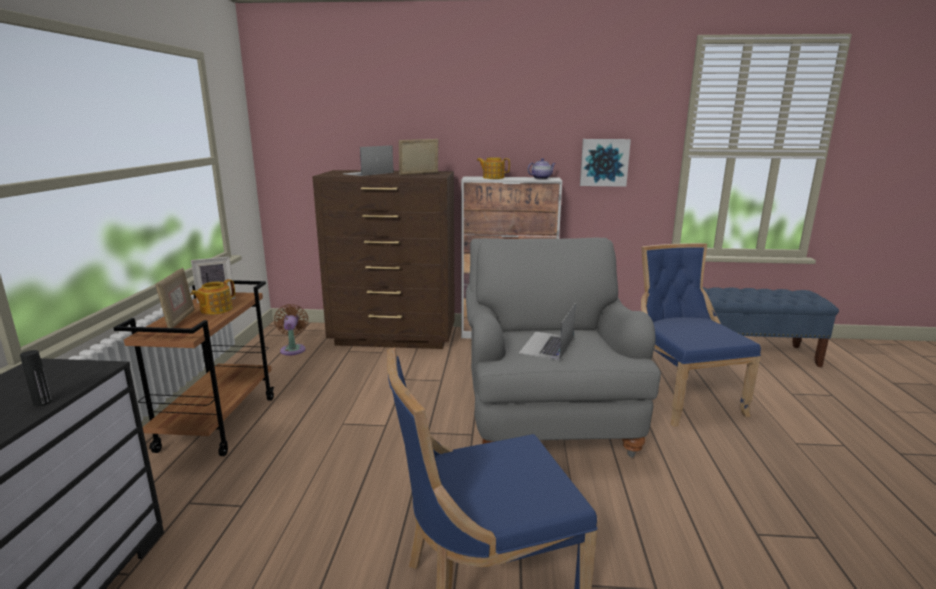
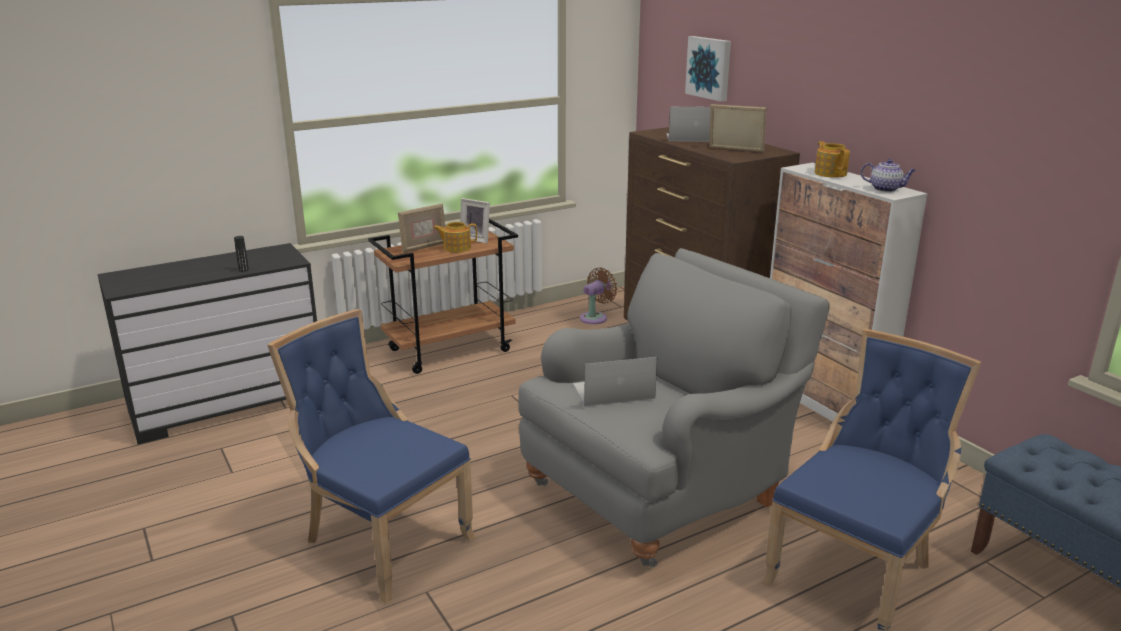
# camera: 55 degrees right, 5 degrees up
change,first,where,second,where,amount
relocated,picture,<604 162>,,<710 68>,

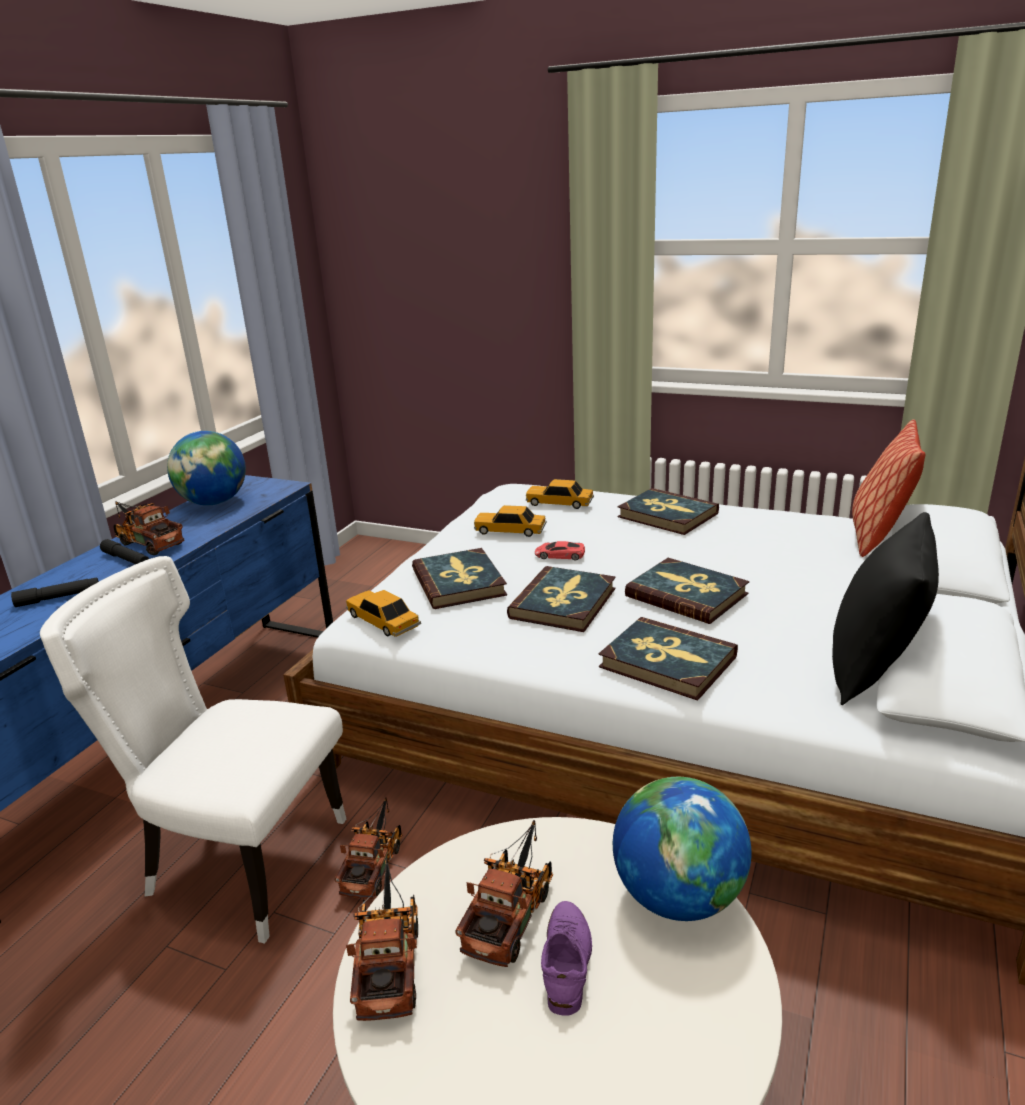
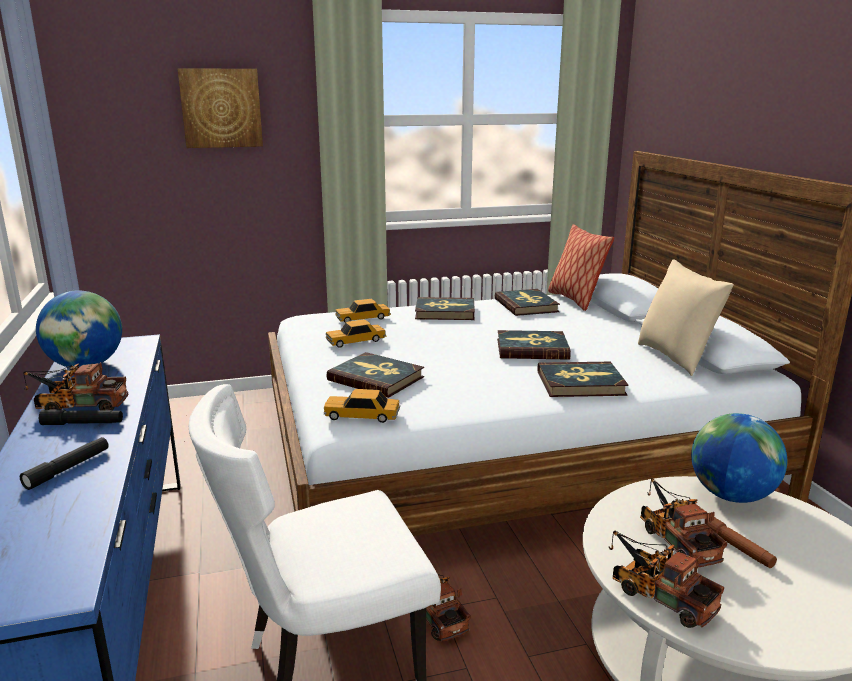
# camera: 40 degrees left, 5 degrees down
change,first,where,second,where,amount
relocated,book,<564 603>,,<526 305>,
missing,red toy car,<560 555>,,,
exchanged,purple shoe,<567 961>,brown flashlight,<735 546>,
colour,black pillow,<874 669>,beige pillow,<676 358>,
appeared,,,picture,<221 108>,

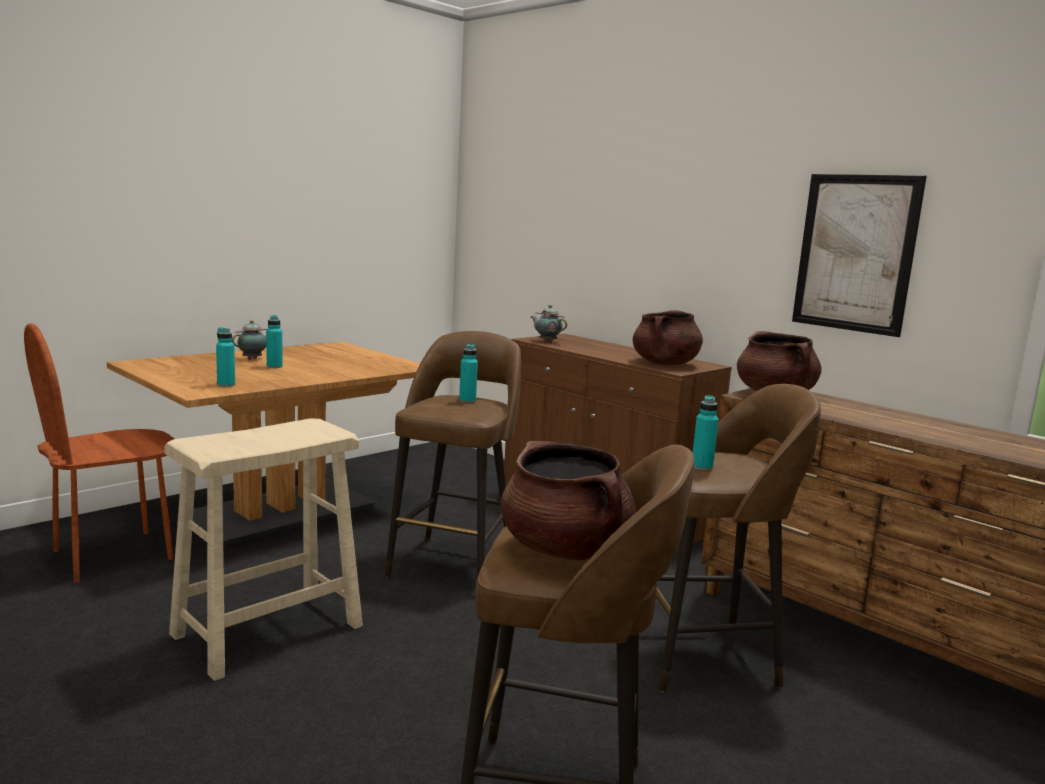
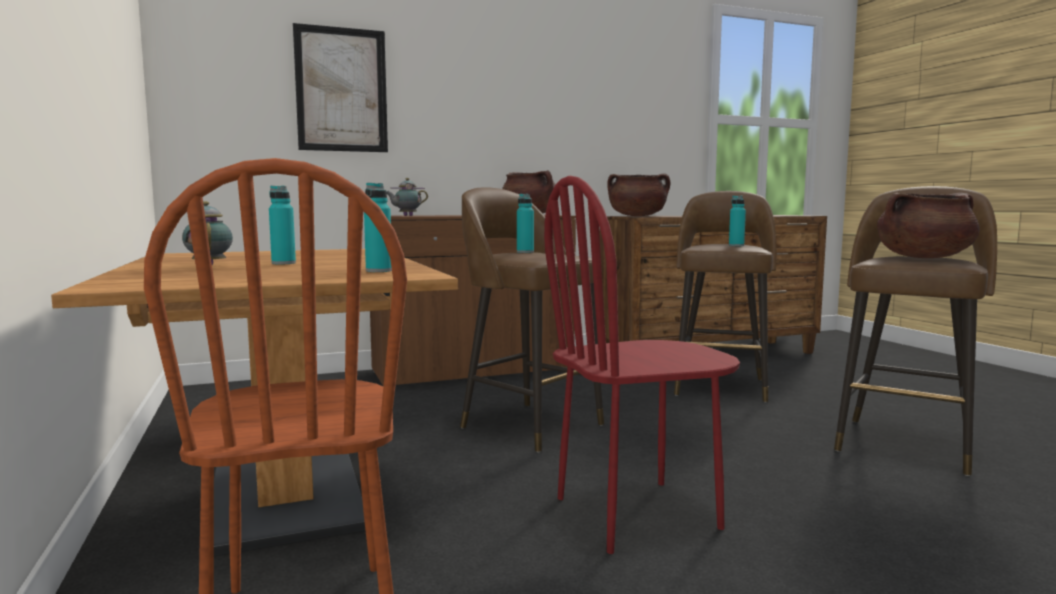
# camera: 65 degrees left, 5 degrees down
change,first,where,second,where,amount
exchanged,beige stool,<269 630>,red chair,<637 513>,
relocated,picture,<855 253>,,<341 90>,

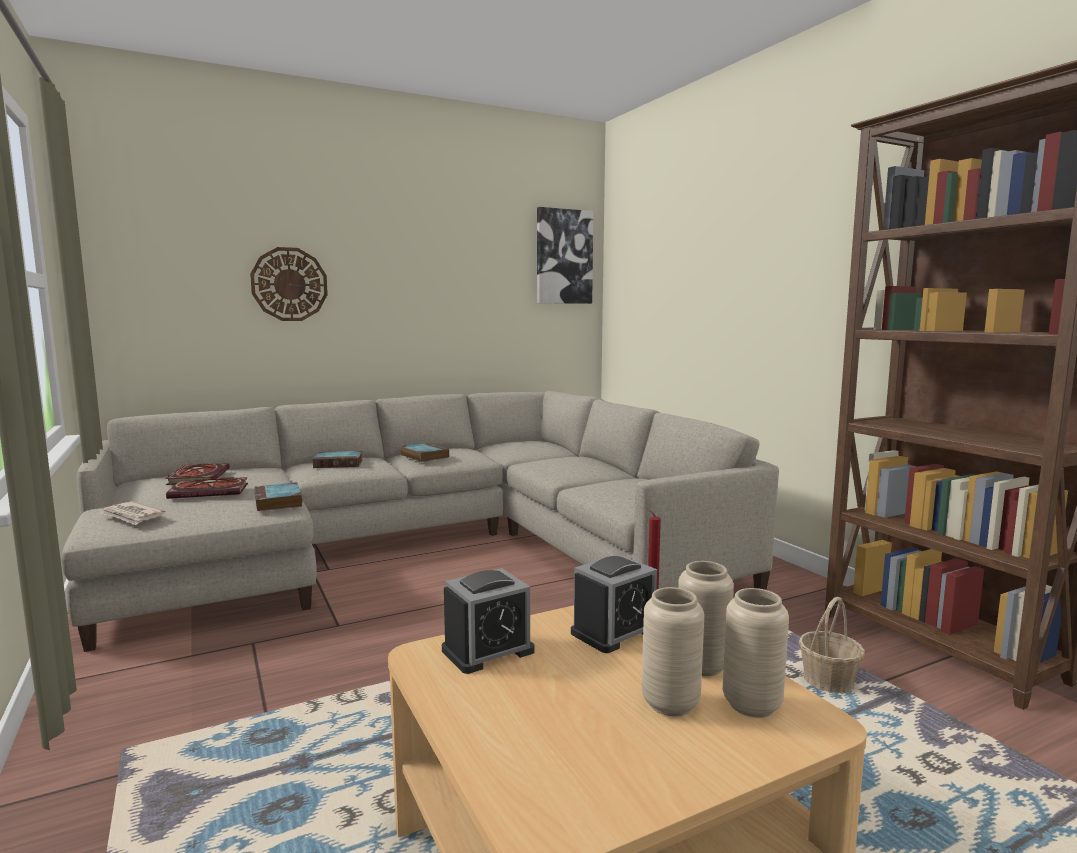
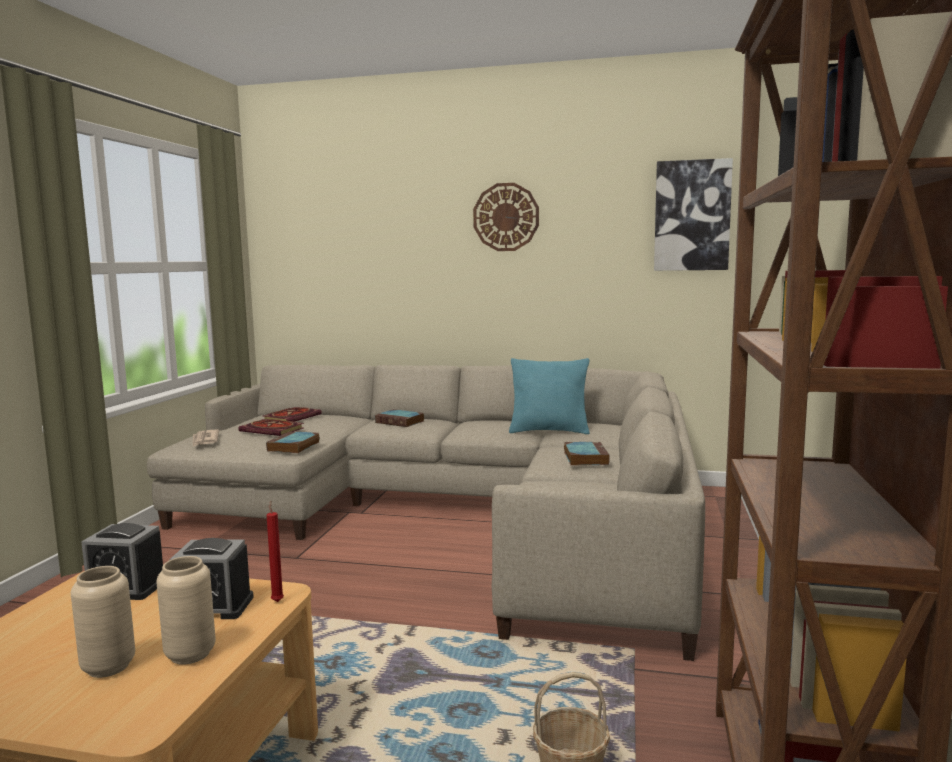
# camera: 40 degrees right, 0 degrees up
change,first,where,second,where,amount
relocated,wall clock,<289 284>,,<506 217>,
relocated,book,<423 456>,,<585 458>,
missing,beige vase,<751 705>,,,
appeared,,,turquoise pillow,<549 431>,

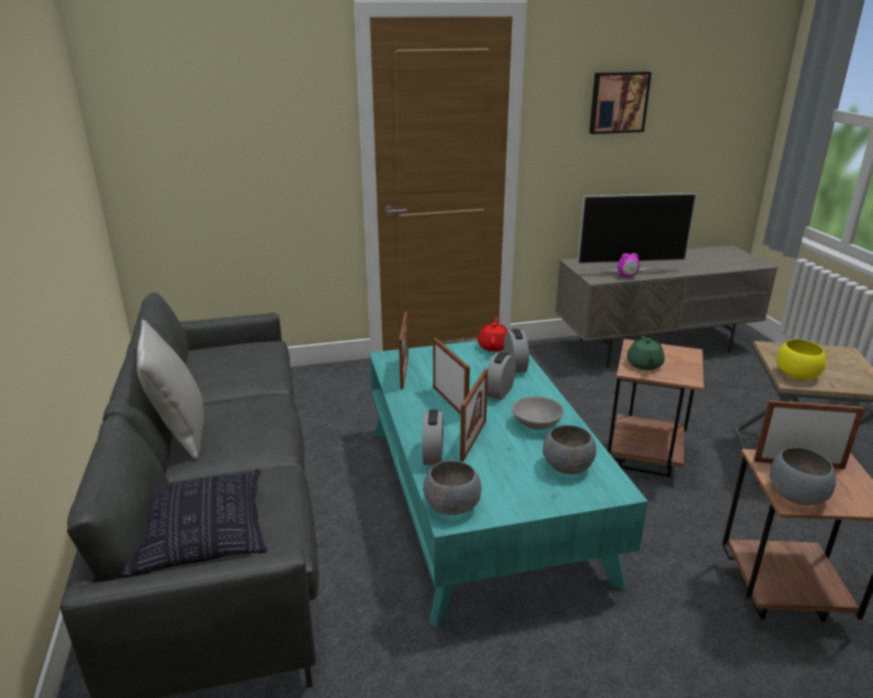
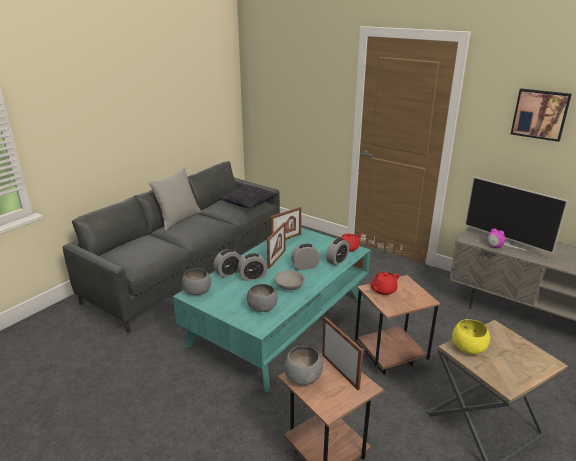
# camera: 50 degrees right, 0 degrees up
change,first,where,second,where,amount
relocated,pillow,<202 536>,,<247 203>,
exchanged,picture frame,<473 440>,alarm clock,<252 277>,
colour,green teapot,<644 365>,red teapot,<383 290>,

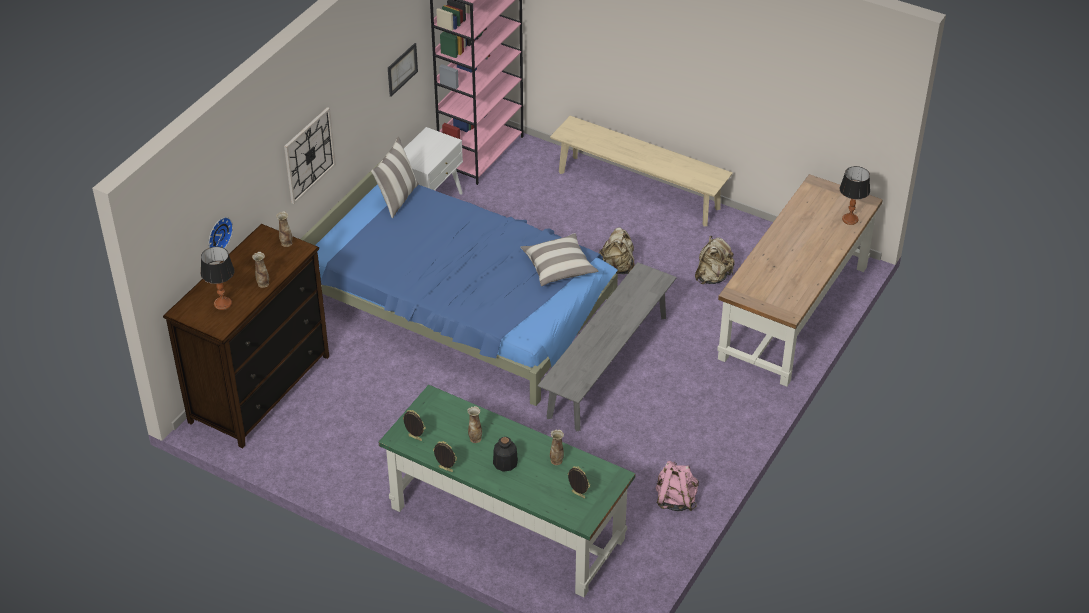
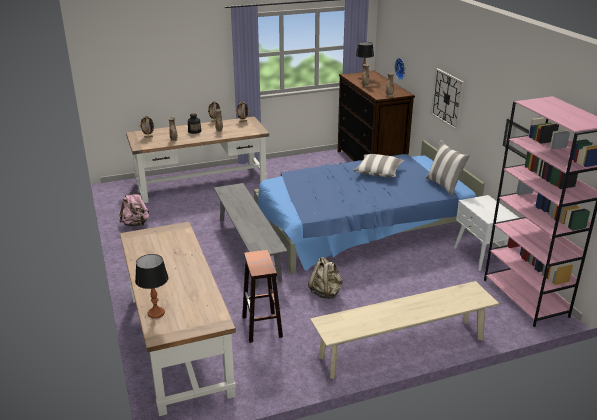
# camera: 130 degrees right, 15 degrees down
change,first,where,second,where,amount
colour,green desk,<506 523>,brown desk,<202 183>,
relocated,pillow,<558 267>,,<378 172>,
exchanged,beige backpack,<713 277>,brown stool,<262 327>,

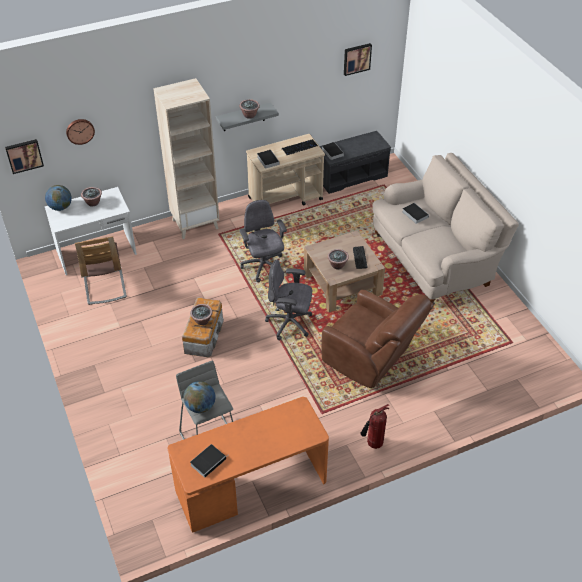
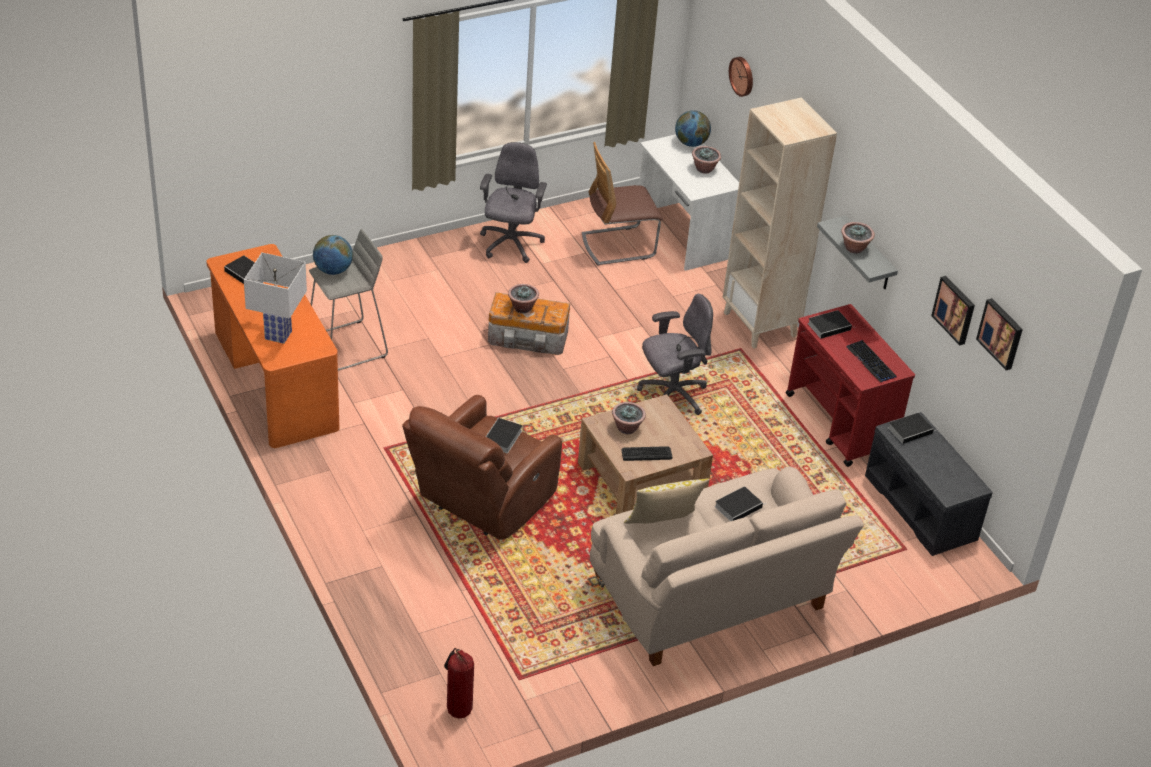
# camera: 85 degrees right, 5 degrees down
change,first,where,second,where,amount
relocated,picture,<24 155>,,<955 309>,
colour,beige cart,<286 198>,red cart,<841 423>,
relocated,grey office chair,<290 324>,,<510 245>,
relocated,fire extinguisher,<373 445>,,<457 709>,
appeared,,,white table lamp,<278 334>,
appeared,,,book,<502 439>,
appeared,,,pillow,<662 525>,

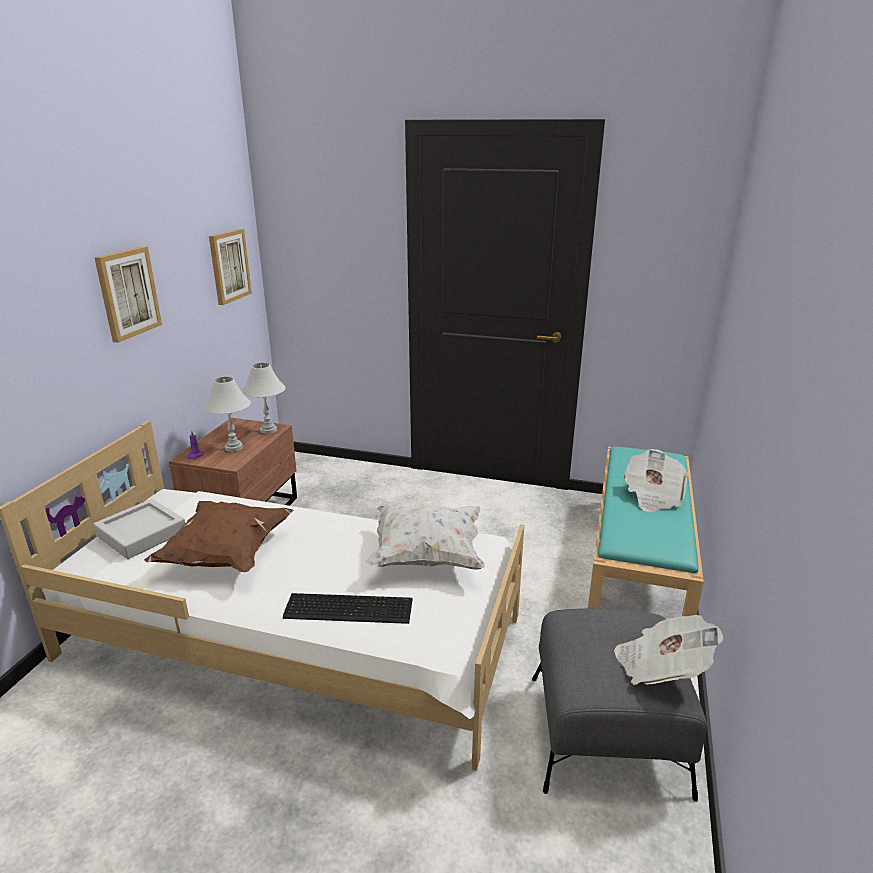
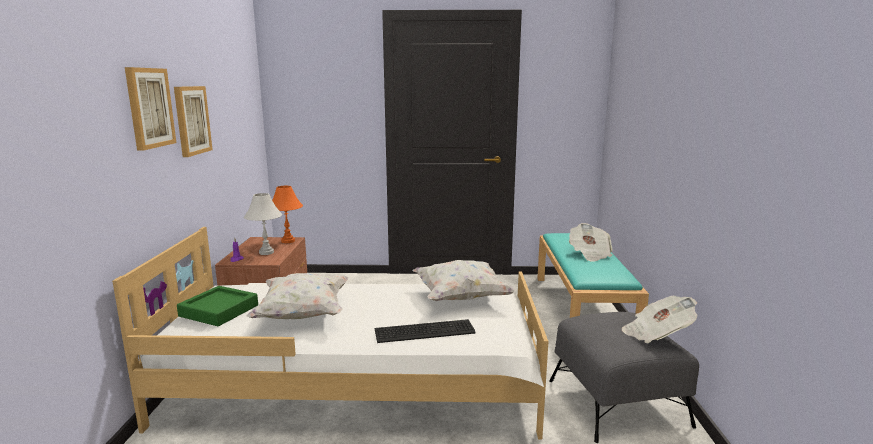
# camera: 15 degrees left, 10 degrees down
change,first,where,second,where,amount
colour,grey tray,<142 534>,green tray,<219 311>,
colour,brown pillow,<226 555>,white pillow,<303 314>,
relocated,picture,<229 266>,,<149 108>,
colour,white table lamp,<268 430>,orange table lamp,<288 241>,

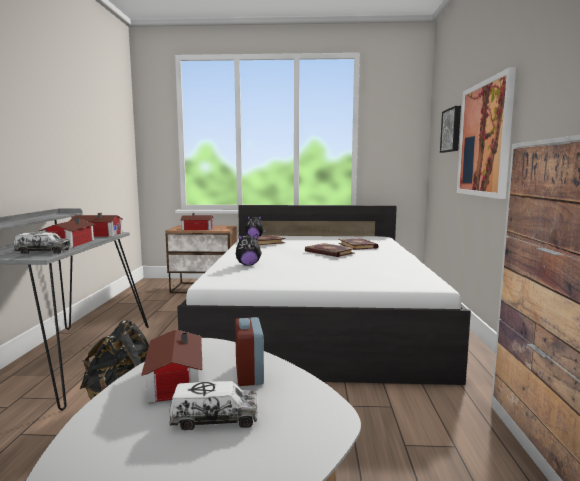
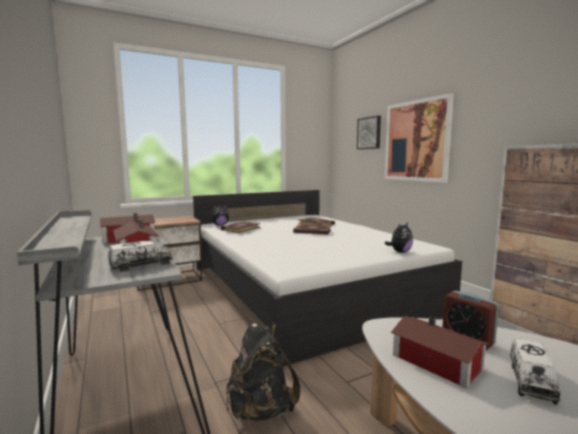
# camera: 30 degrees left, 0 degrees up
change,first,where,second,where,amount
spun,toy truck,<215 419>,,<531 381>,150 degrees clockwise
missing,toy house,<198 229>,,,
relocated,plush toy,<248 265>,,<400 252>,

